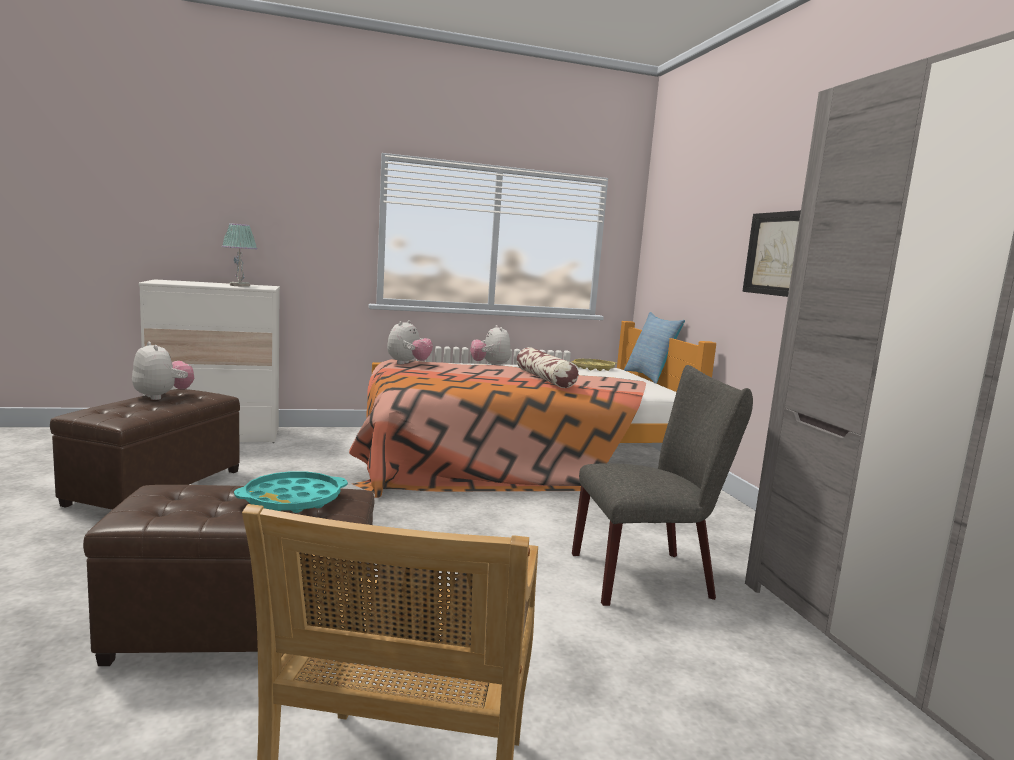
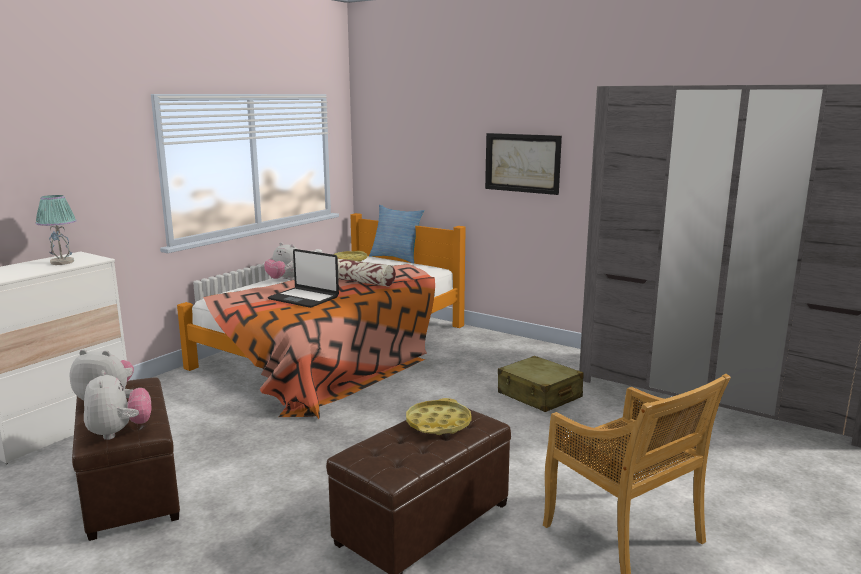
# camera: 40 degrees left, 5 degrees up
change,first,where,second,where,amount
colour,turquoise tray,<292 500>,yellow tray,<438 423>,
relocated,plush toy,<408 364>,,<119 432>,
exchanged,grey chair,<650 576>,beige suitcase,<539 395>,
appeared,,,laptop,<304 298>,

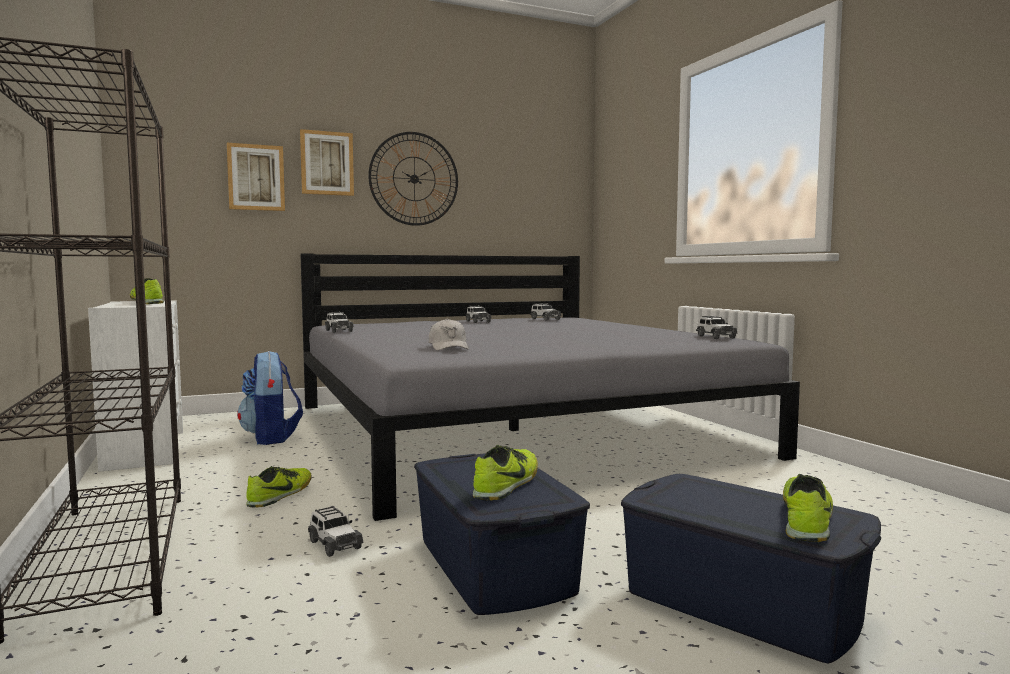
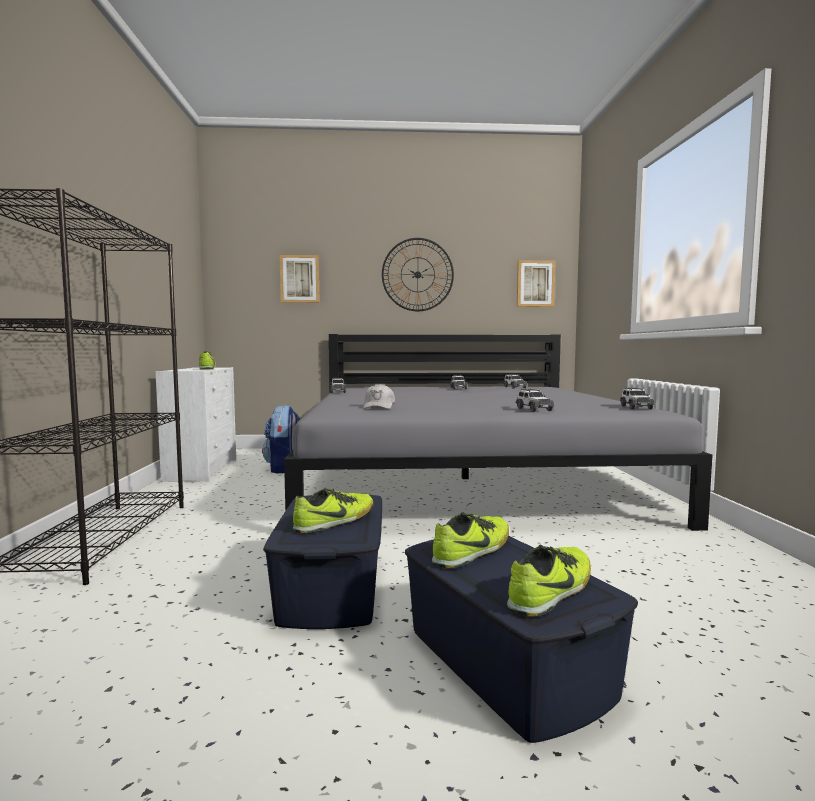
# camera: 20 degrees right, 0 degrees up
change,first,where,second,where,amount
relocated,shoe,<281 495>,,<473 551>,
relocated,picture,<327 163>,,<535 284>,
relocated,toy car,<334 544>,,<533 409>,

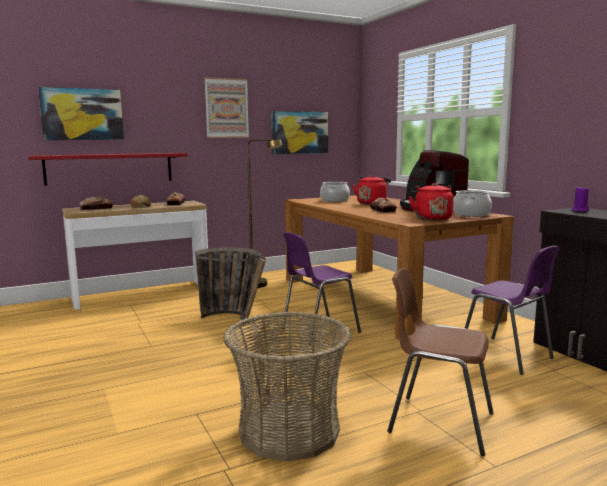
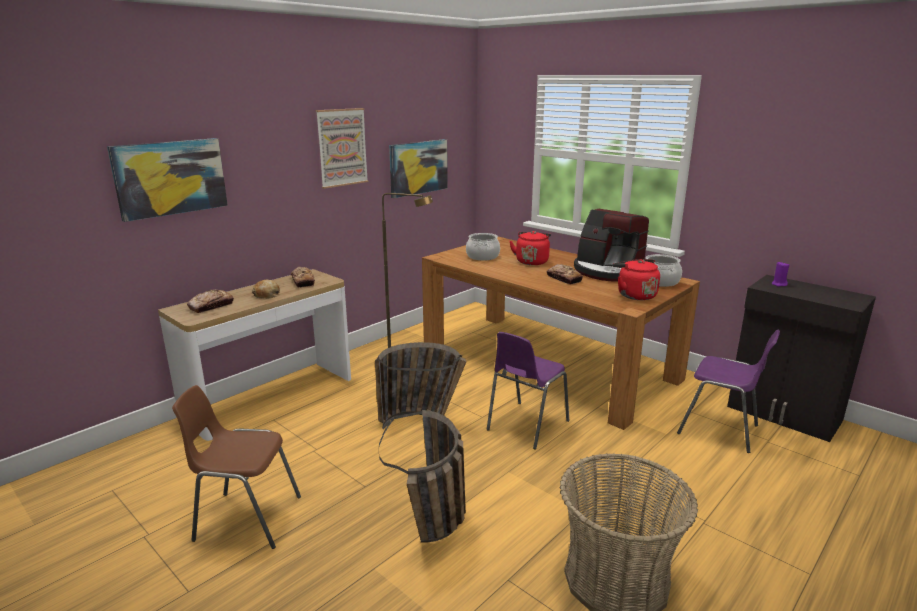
# camera: 20 degrees left, 10 degrees up
change,first,where,second,where,amount
missing,red shelf,<110 168>,,,
relocated,brown chair,<438 422>,,<246 518>,
appeared,,,basket,<435 529>,

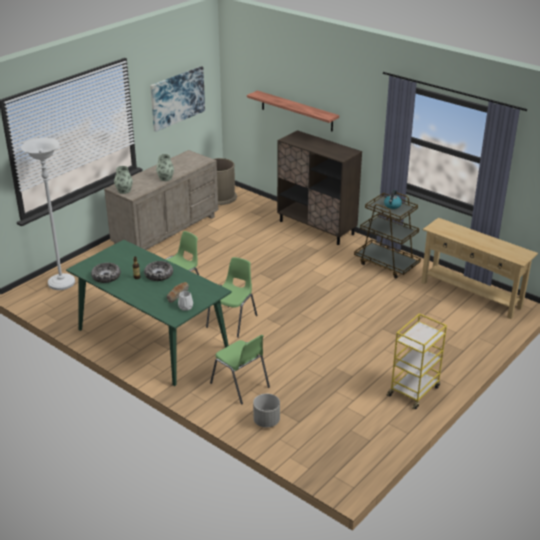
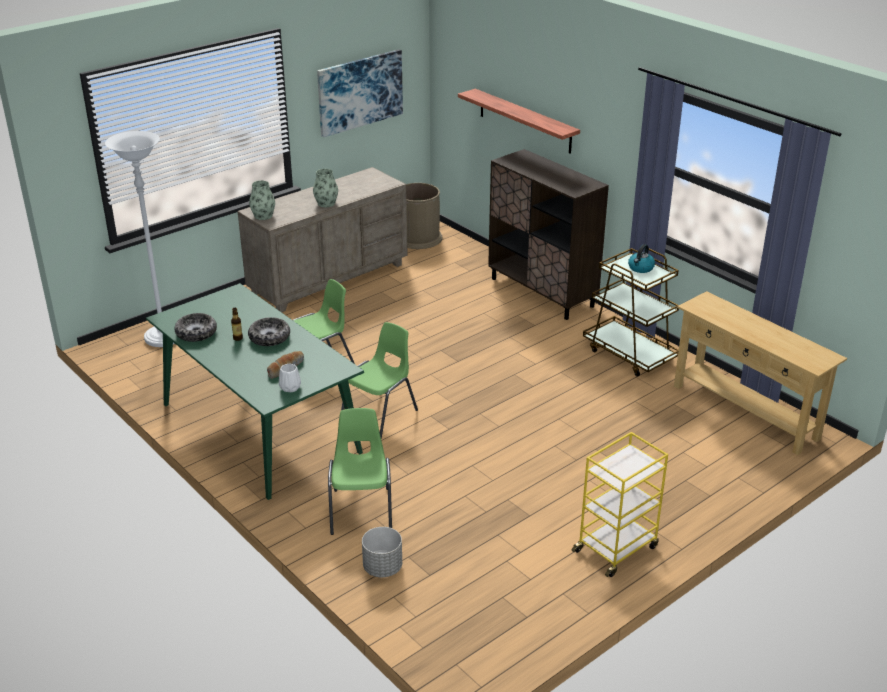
# camera: 10 degrees right, 0 degrees up
change,first,where,second,where,amount
spun,green chair,<240 385>,,<362 510>,150 degrees counterclockwise

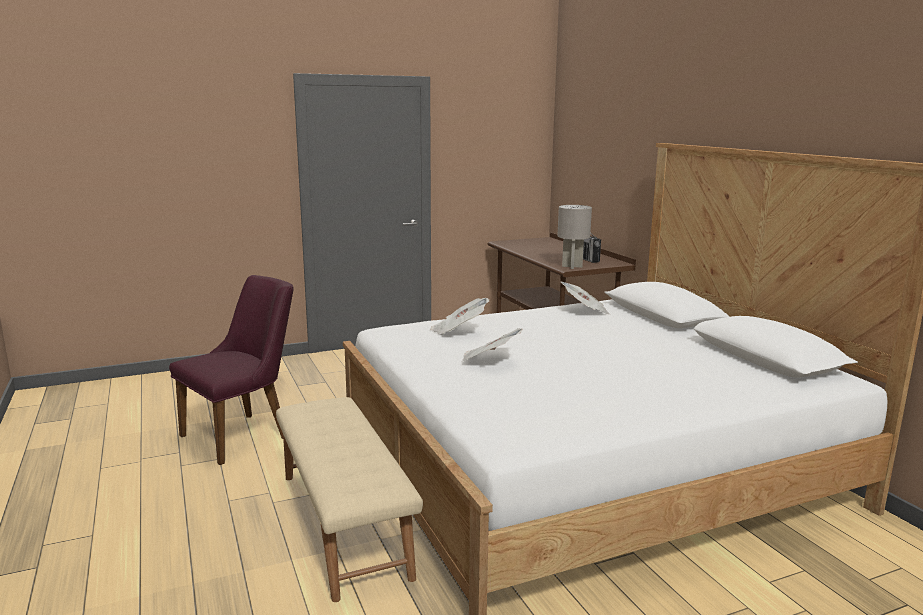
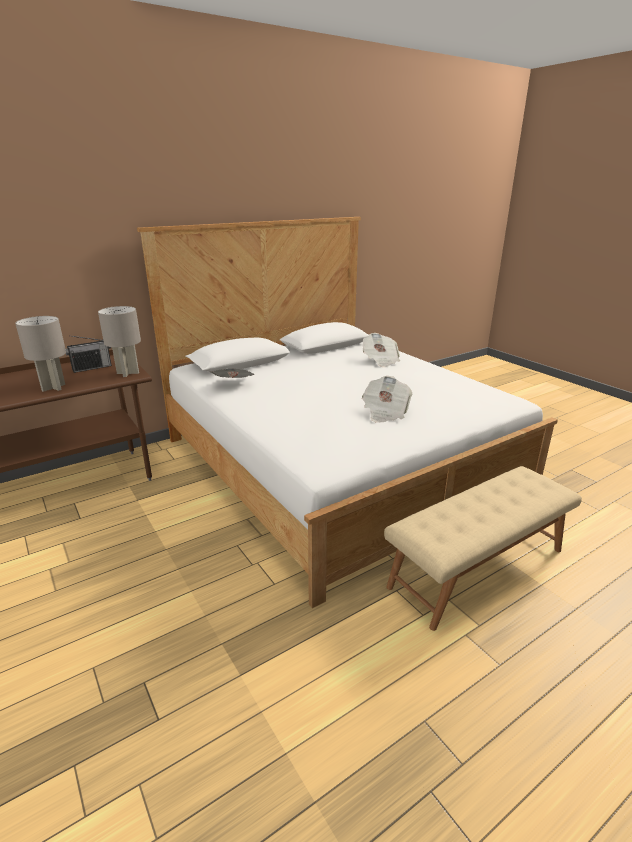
# camera: 100 degrees left, 10 degrees up
change,first,where,second,where,amount
missing,purple chair,<244 434>,,,
relocated,newspaper,<458 331>,,<380 360>,
appeared,,,grey table lamp,<54 387>,

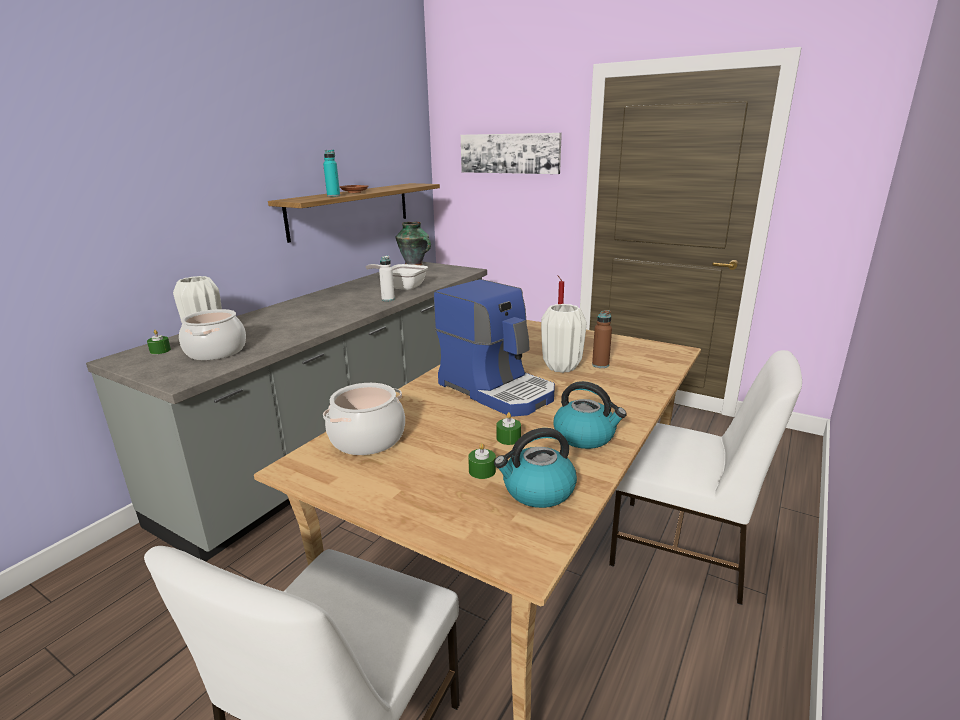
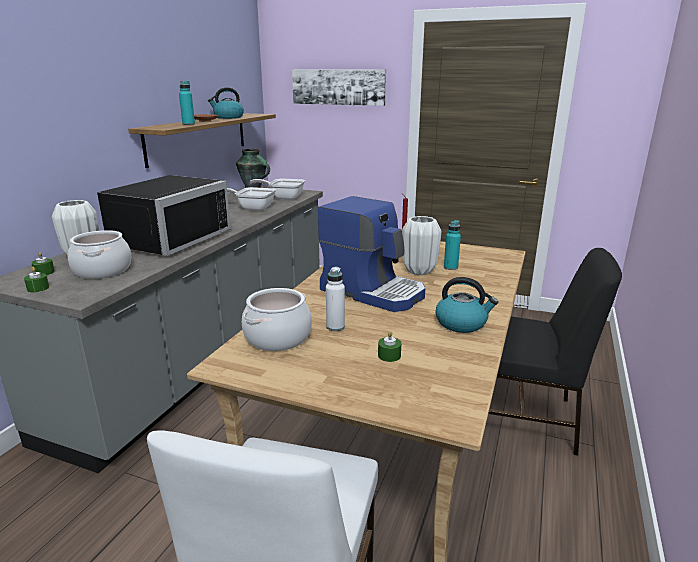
# camera: 10 degrees left, 0 degrees up
change,first,where,second,where,amount
relocated,white bottle,<388 299>,,<335 327>,
relocated,kettle,<537 491>,,<228 117>,
relocated,green candle,<508 438>,,<38 288>,
colour,brown bottle,<600 365>,turquoise bottle,<450 267>,
colour,white chair,<682 549>,black chair,<522 418>,
appeared,,,black microwave,<166 239>,
appeared,,,frying pan,<283 197>,

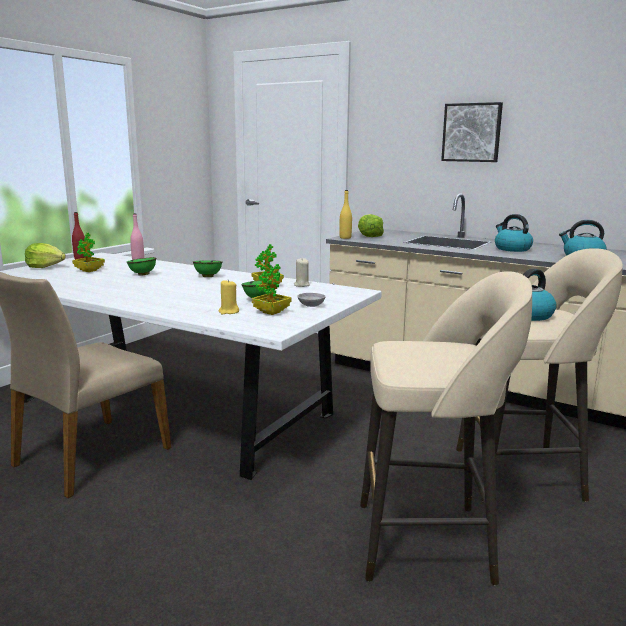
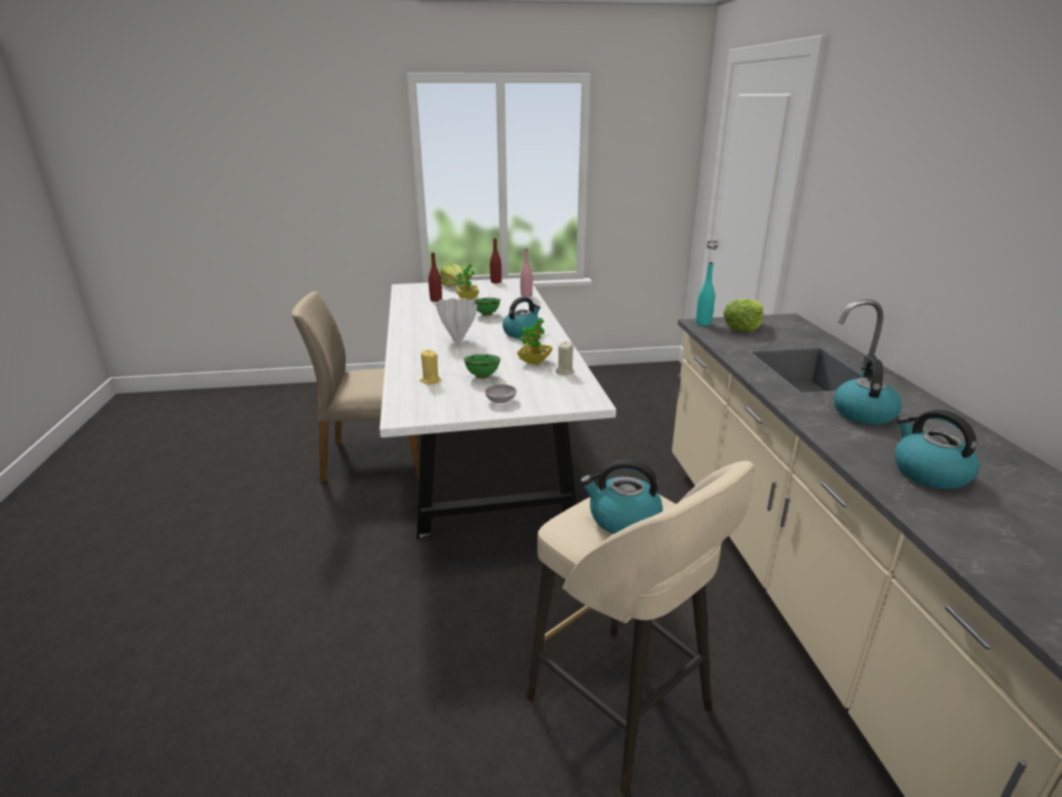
# camera: 50 degrees right, 10 degrees up
change,first,where,second,where,amount
exchanged,green bowl,<207 277>,kettle,<522 333>,
missing,potted plant,<271 312>,,,
colour,yellow bottle,<345 238>,turquoise bottle,<703 323>,
missing,beige stool,<428 542>,,,
missing,picture,<472 132>,,,
appeared,,,red bottle,<436 300>,
appeared,,,white vase,<458 340>,

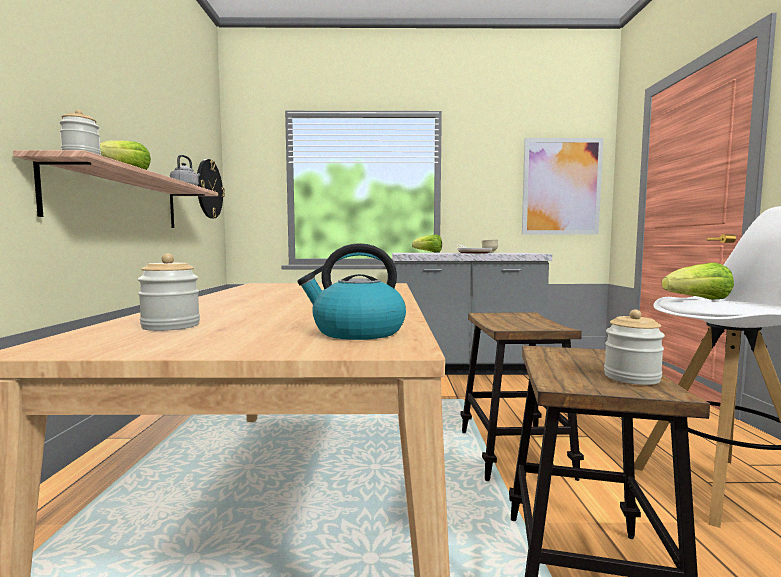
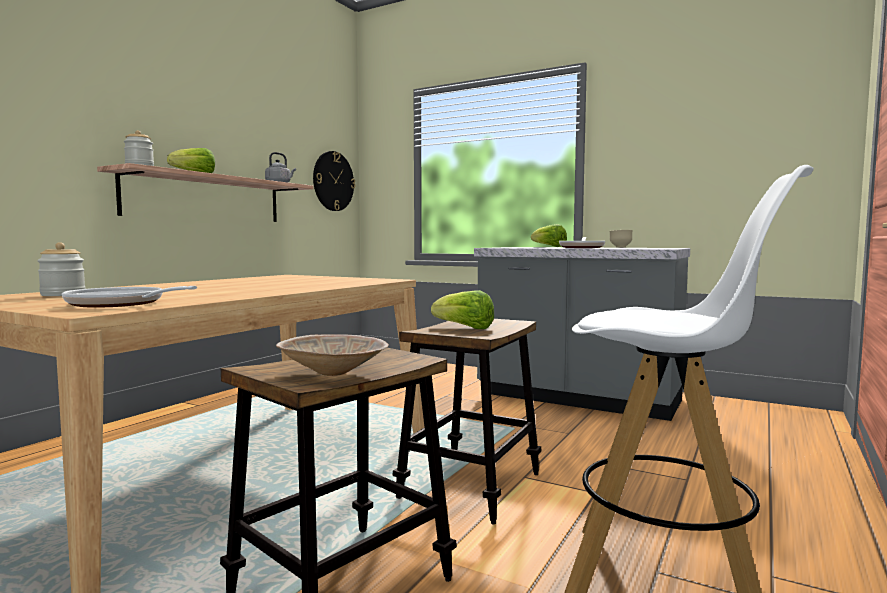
# camera: 30 degrees right, 0 degrees up
change,first,where,second,where,amount
exchanged,kettle,<357 332>,frying pan,<120 304>,
missing,picture,<561 187>,,,
exchanged,jar,<631 377>,beige bowl,<335 373>,
relocated,lettuce,<698 299>,,<465 328>,

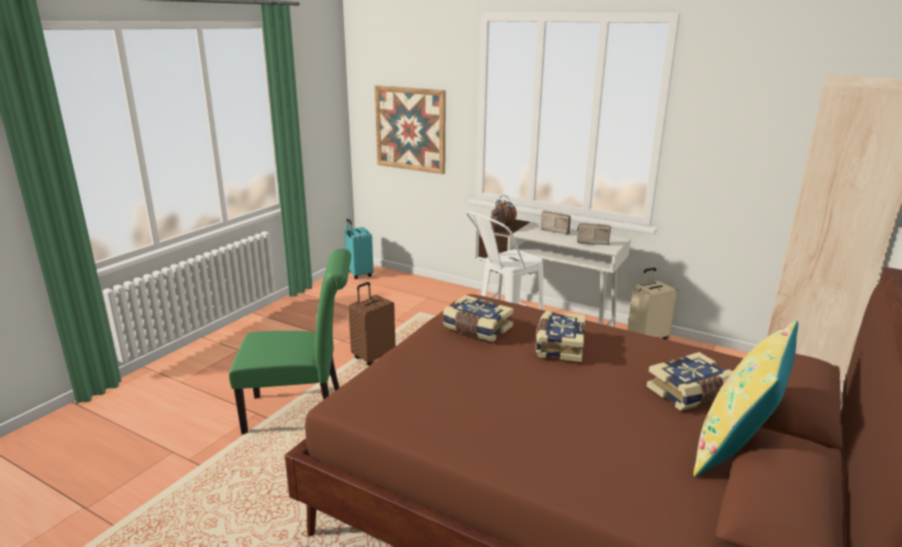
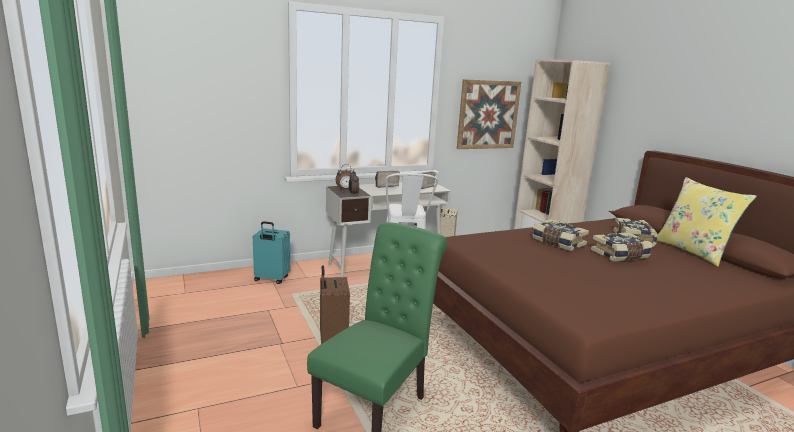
# camera: 55 degrees left, 5 degrees down
change,first,where,second,where,amount
relocated,turquoise suitcase,<359 274>,,<271 279>,
relocated,picture,<410 129>,,<488 115>,
relocated,book,<477 328>,,<620 255>,

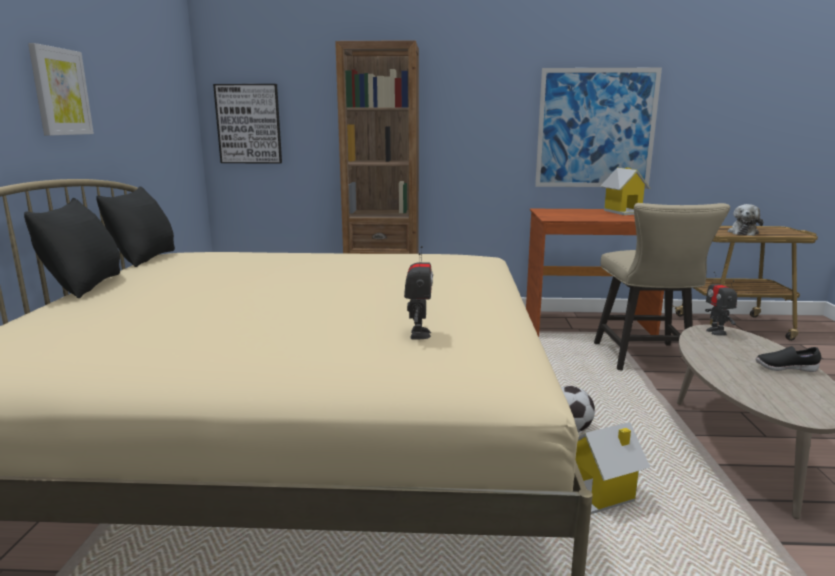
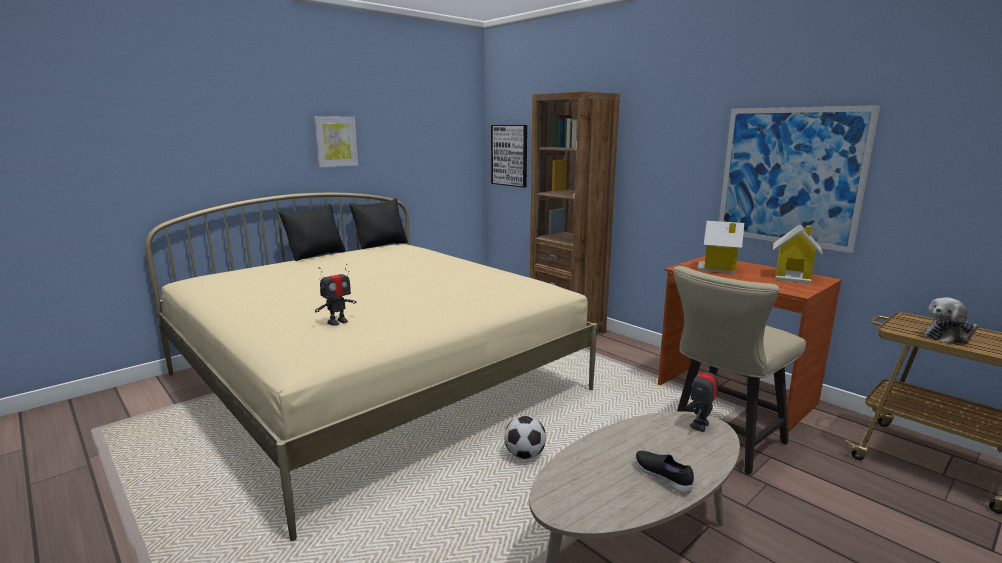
# camera: 45 degrees right, 0 degrees up
change,first,where,second,where,amount
relocated,toy house,<600 495>,,<718 269>,

